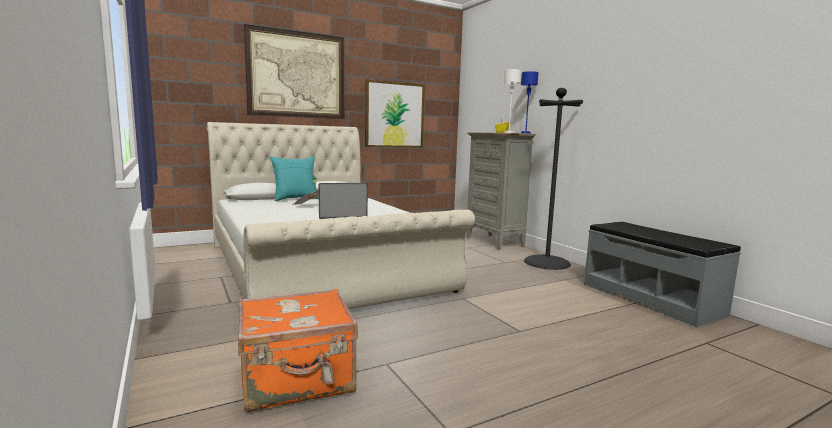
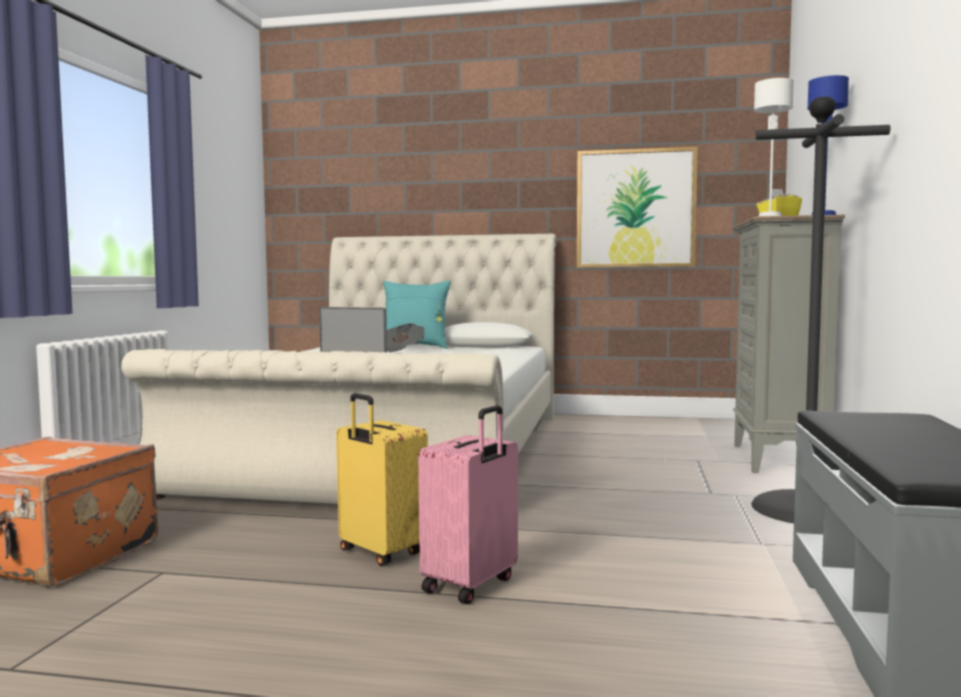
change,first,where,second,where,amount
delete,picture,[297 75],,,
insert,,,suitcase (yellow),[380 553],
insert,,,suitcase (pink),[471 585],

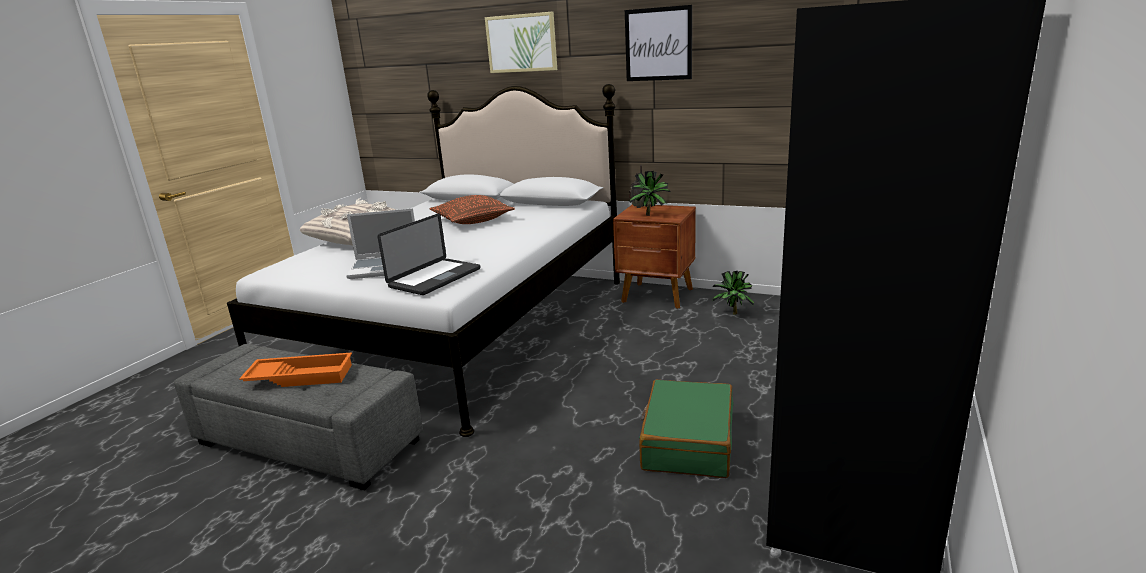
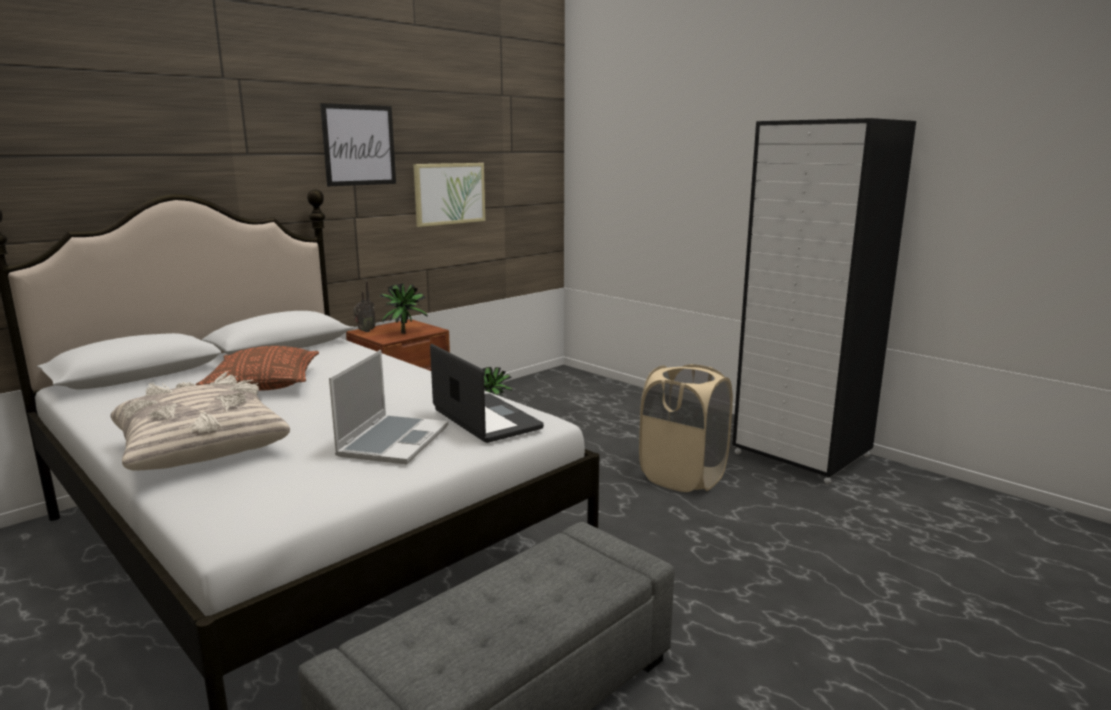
change,first,where,second,where,amount
delete,tray (orange),[301 376],,,
move,picture,[521 43],,[449 193],
replace,suitcase (green),[687 442],laundry basket (beige),[683 477],

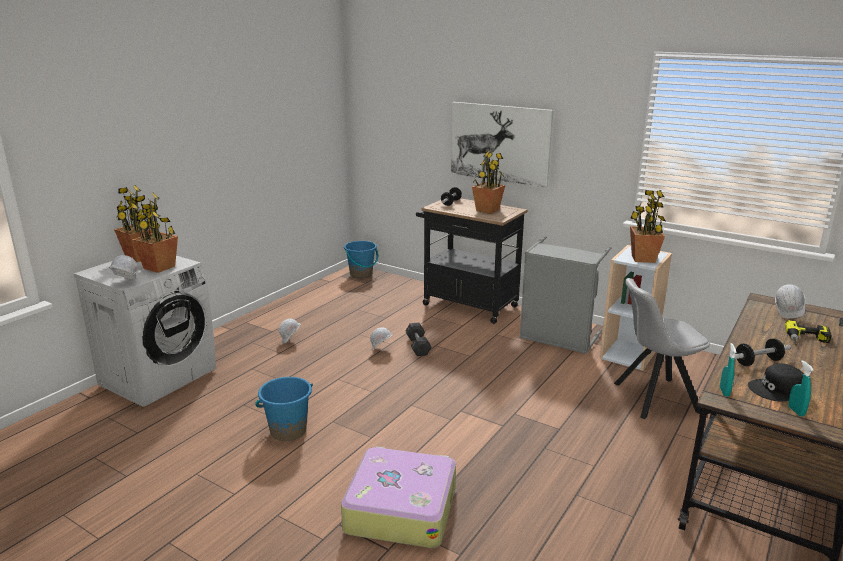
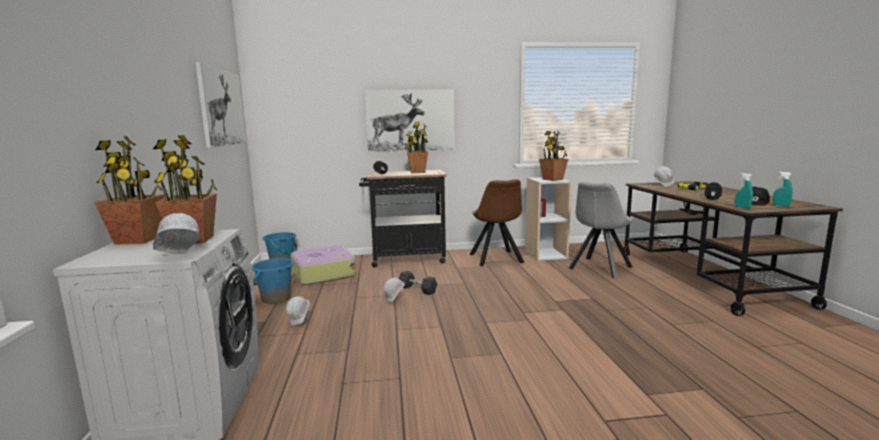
change,first,where,second,where,amount
move,bucket (blue),[288 431],,[275 298],
move,suitcase,[400 508],,[322 273],
replace,laundry basket (grey),[558 339],chair (brown),[496 259],
insert,,,picture,[221 107],

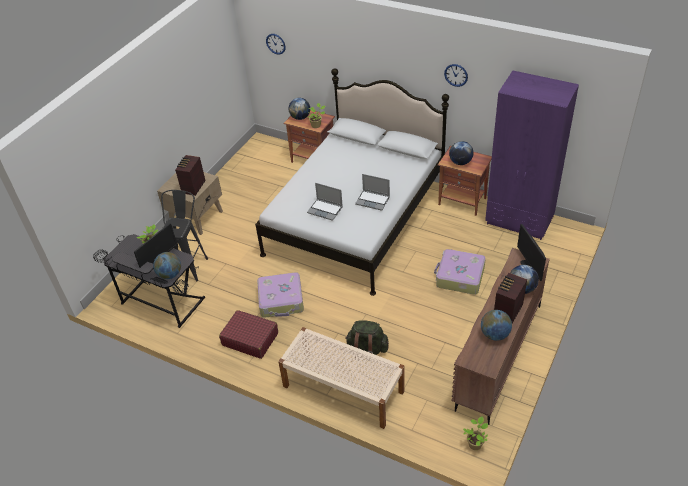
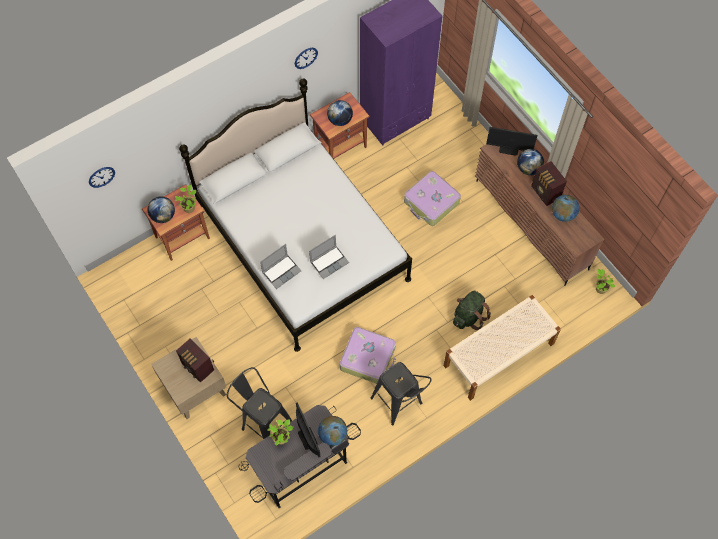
change,first,where,second,where,amount
replace,suitcase (red),[250 339],stool (black),[399 405],
move,laptop,[373 200],,[281 271],

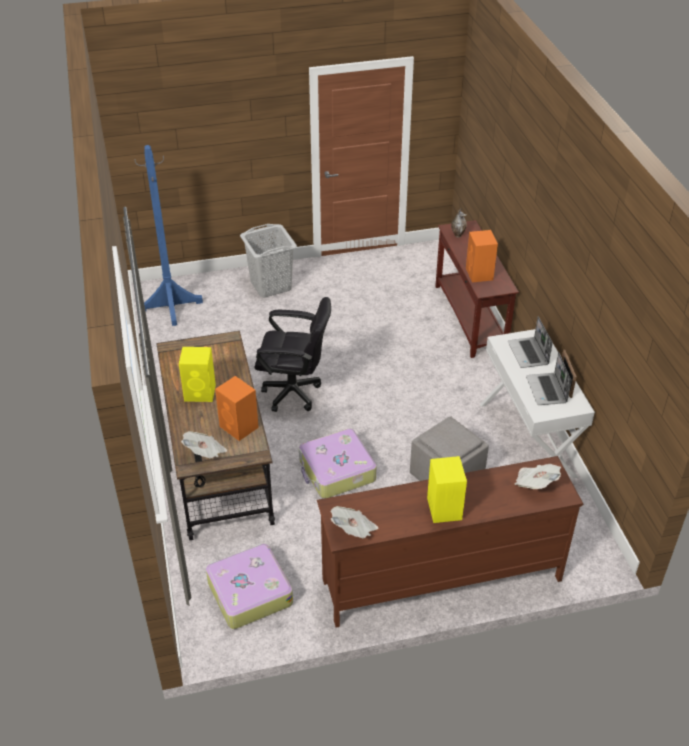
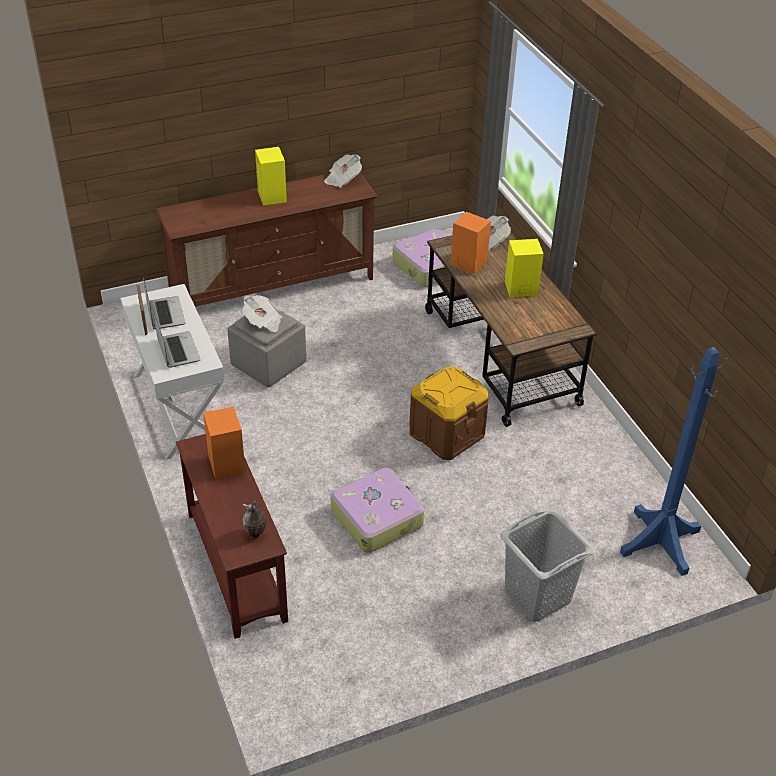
change,first,where,second,where,amount
replace,office chair (black),[295 393],storage box (brown),[446 434],
move,suitcase,[336 471],,[377 517],
move,newspaper,[535 483],,[263 322],

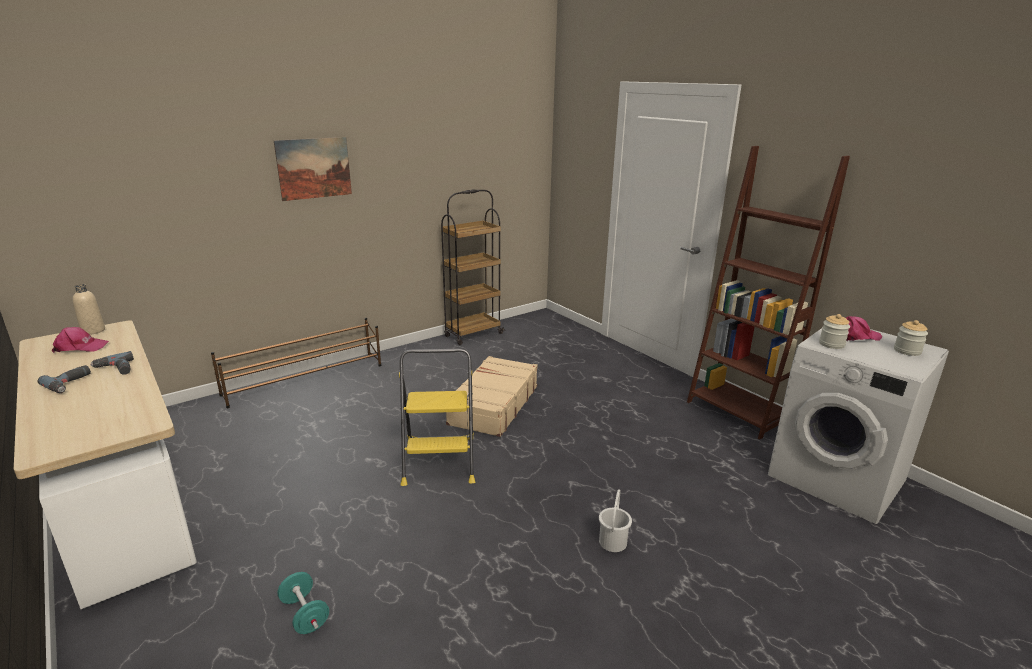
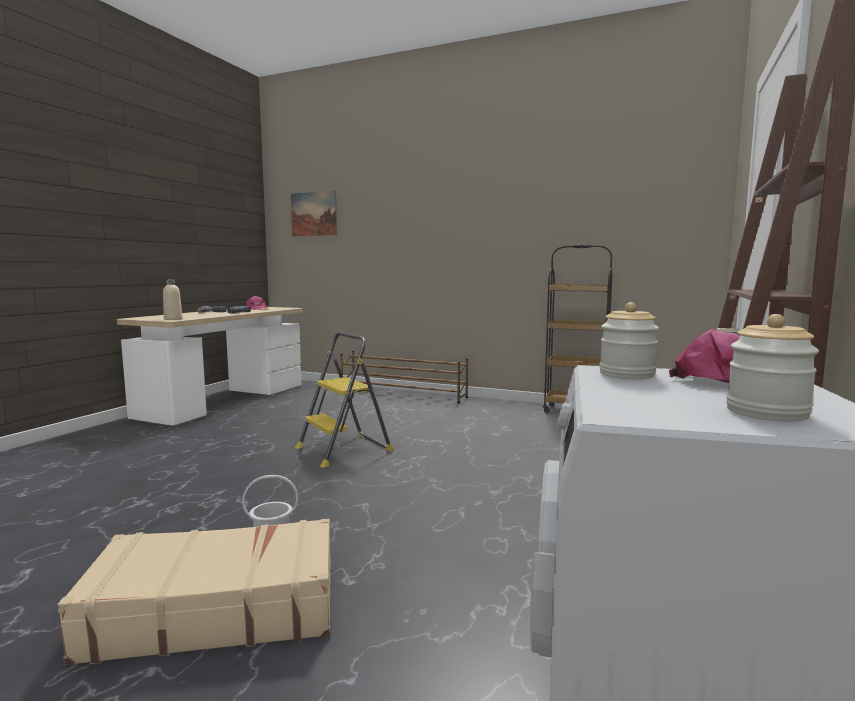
change,first,where,second,where,amount
move,bottle (beige),[93 331],,[173 319],
move,picture,[314 168],,[313 214],
delete,dumbbell (turquoise),[305 614],,,
move,suitcase (beige),[493 405],,[216 609],

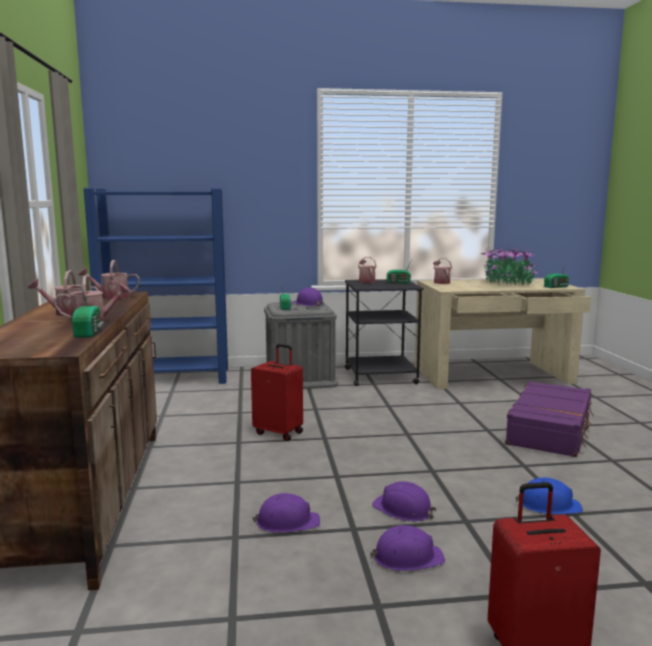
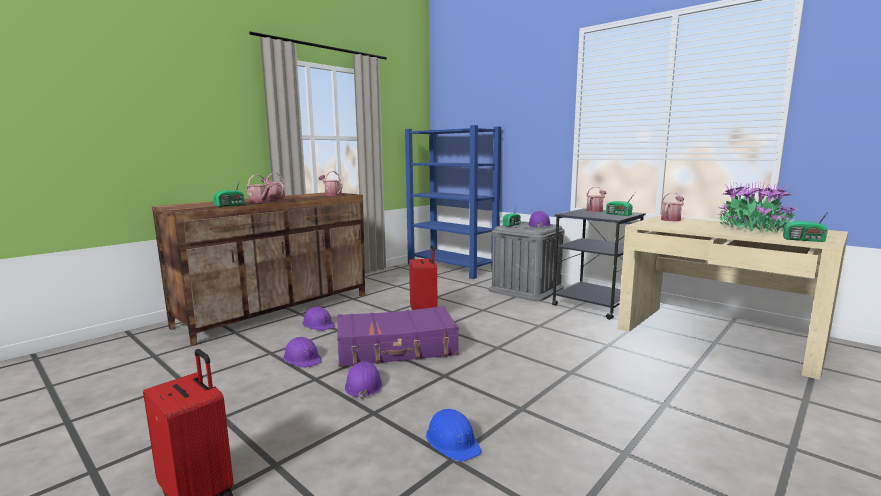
change,first,where,second,where,amount
move,hard hat (purple),[407 557],,[318 324],
move,suitcase (purple),[550 430],,[397 349],

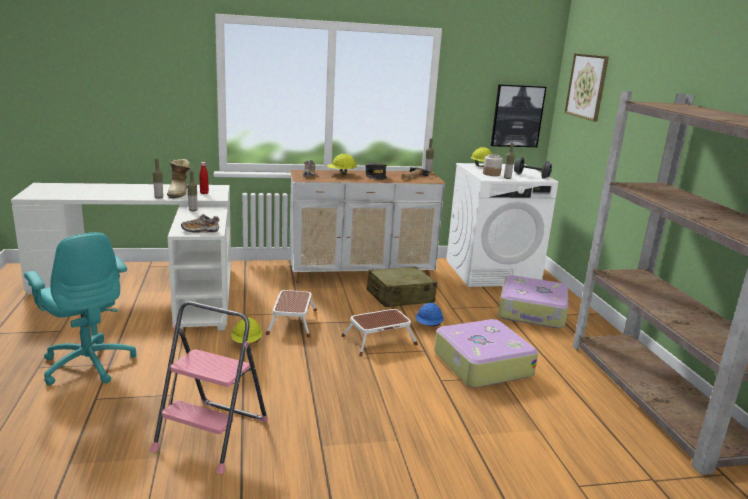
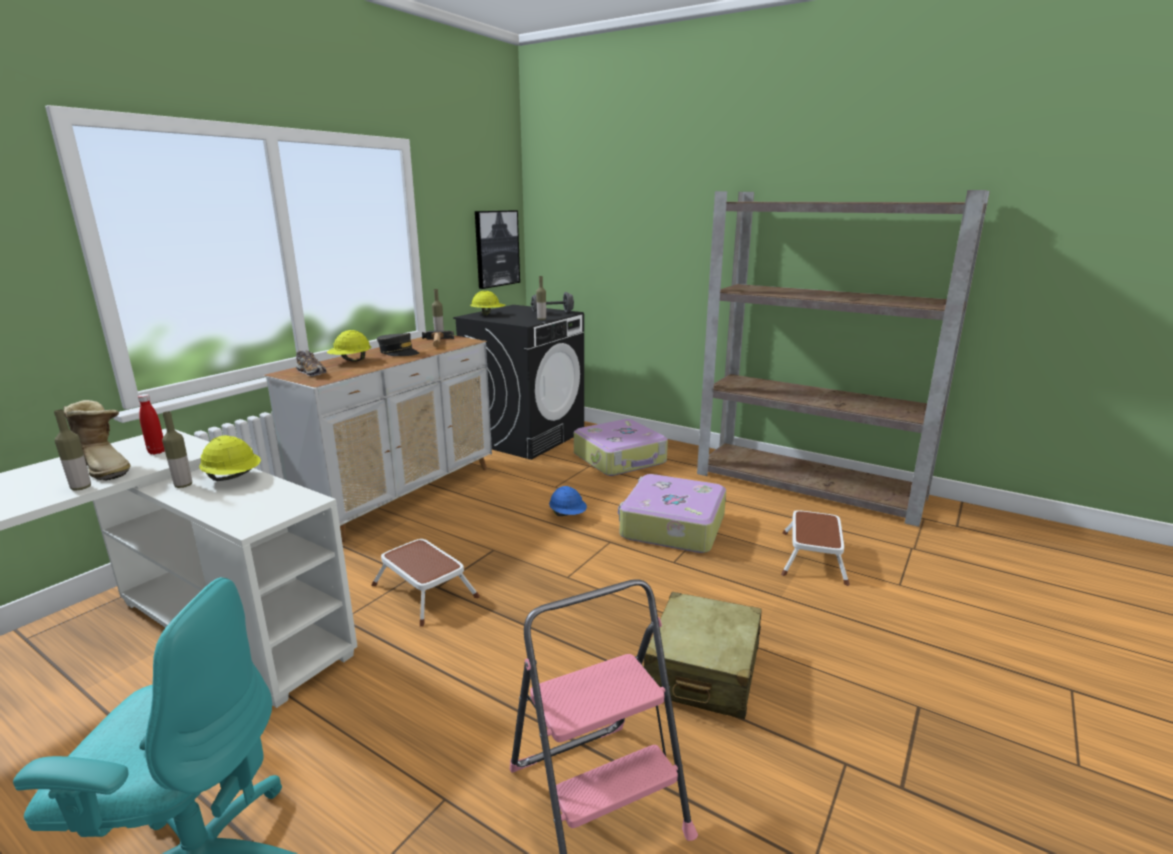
change,first,where,second,where,amount
delete,shoe,[200 231],,,
move,hard hat (yellow),[247 343],,[234 478],
move,step ladder (brown),[379 340],,[814 557],
move,suitcase (beige),[399 297],,[703 670],
recolor,washing machine (white),[492 272],washing machine (black),[525 436],
delete,jar,[491 174],,,
delete,picture,[587 86],,,

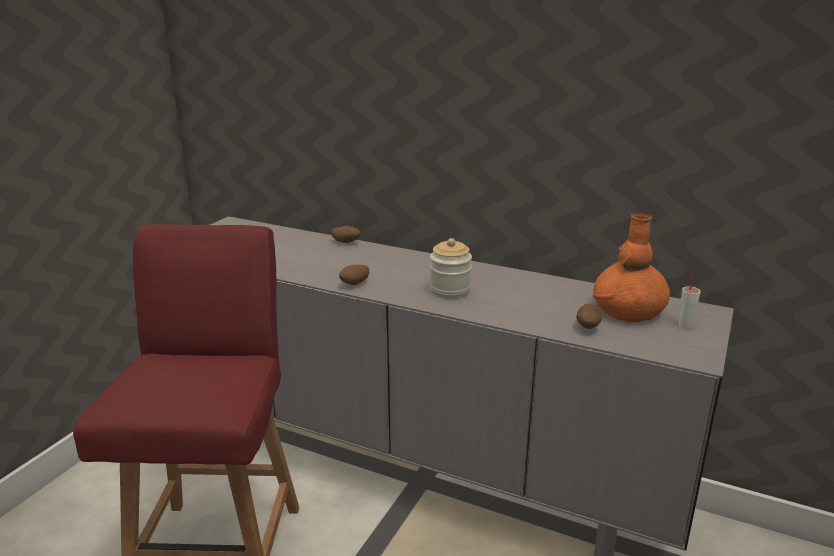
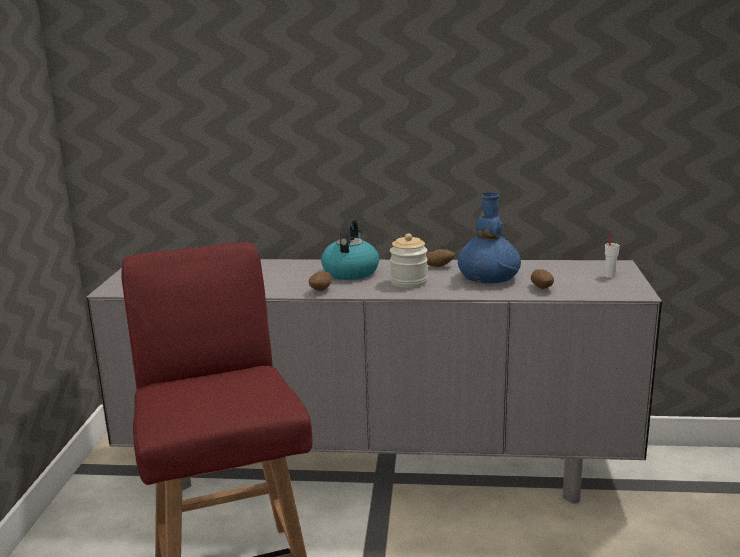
change,first,where,second,where,amount
move,potato,[346 243],,[438 266],
delete,vase (orange),[628 310],,,
insert,,,kettle,[350 272],
insert,,,vase (blue),[488 278],

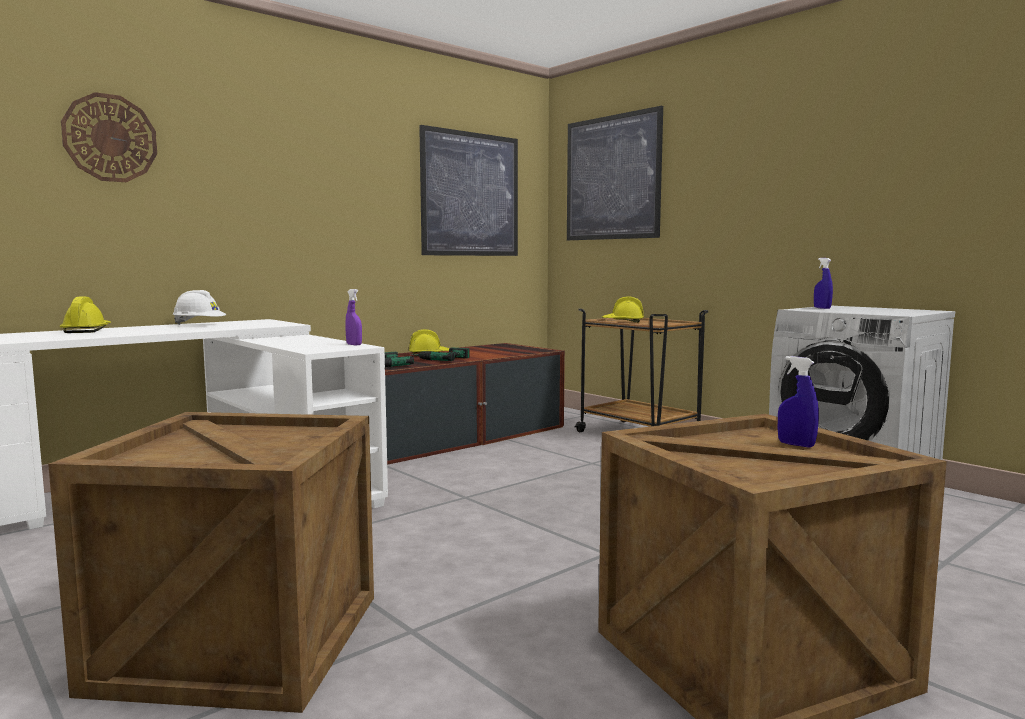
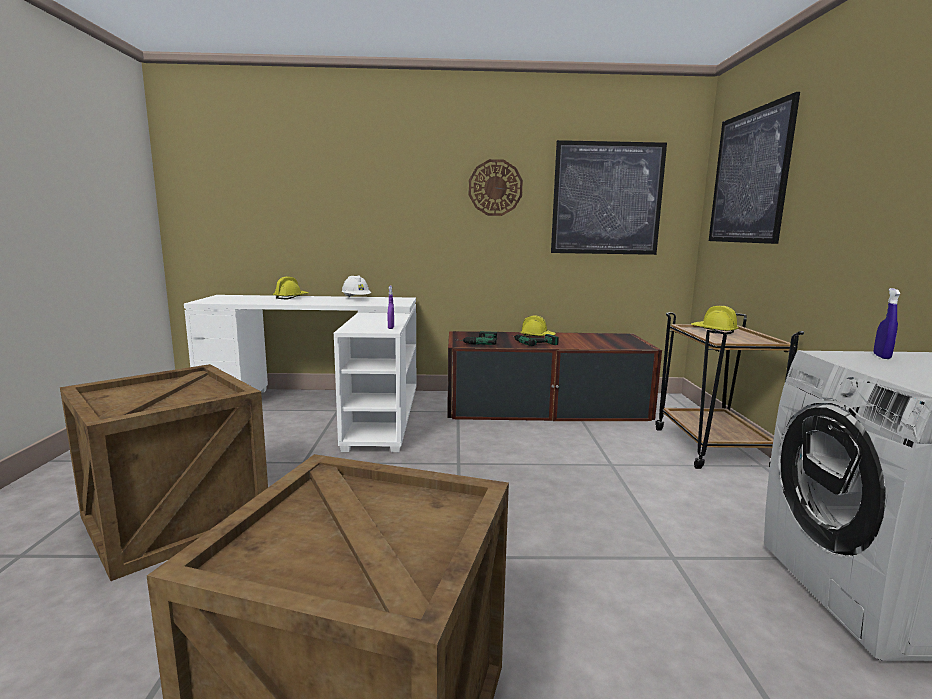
change,first,where,second,where,amount
move,wall clock,[110 138],,[495 188],
delete,spray bottle (blue),[796 444],,,

